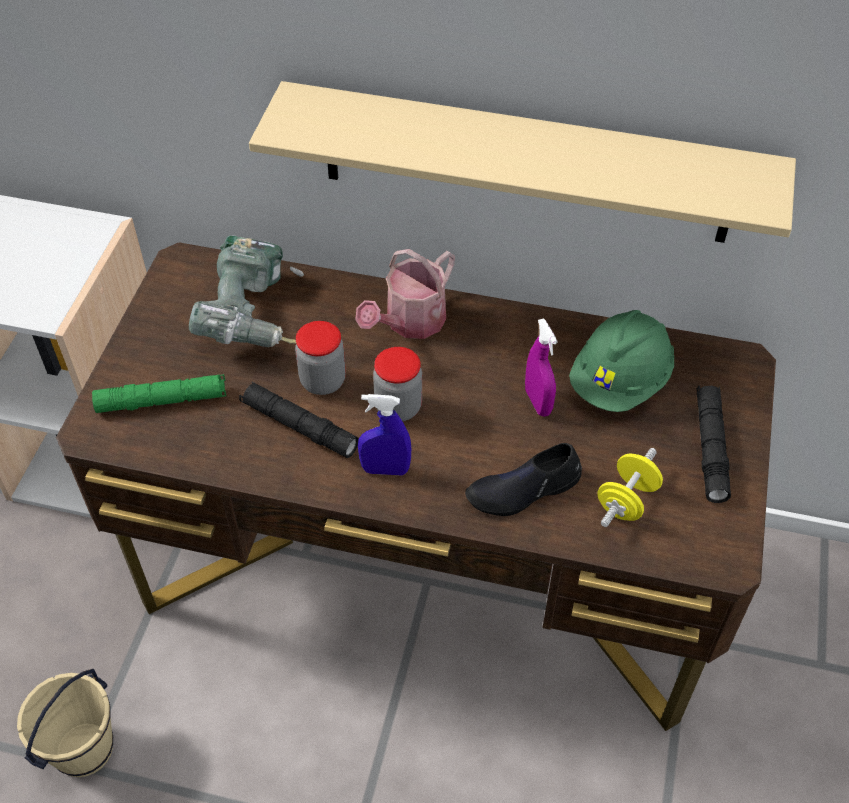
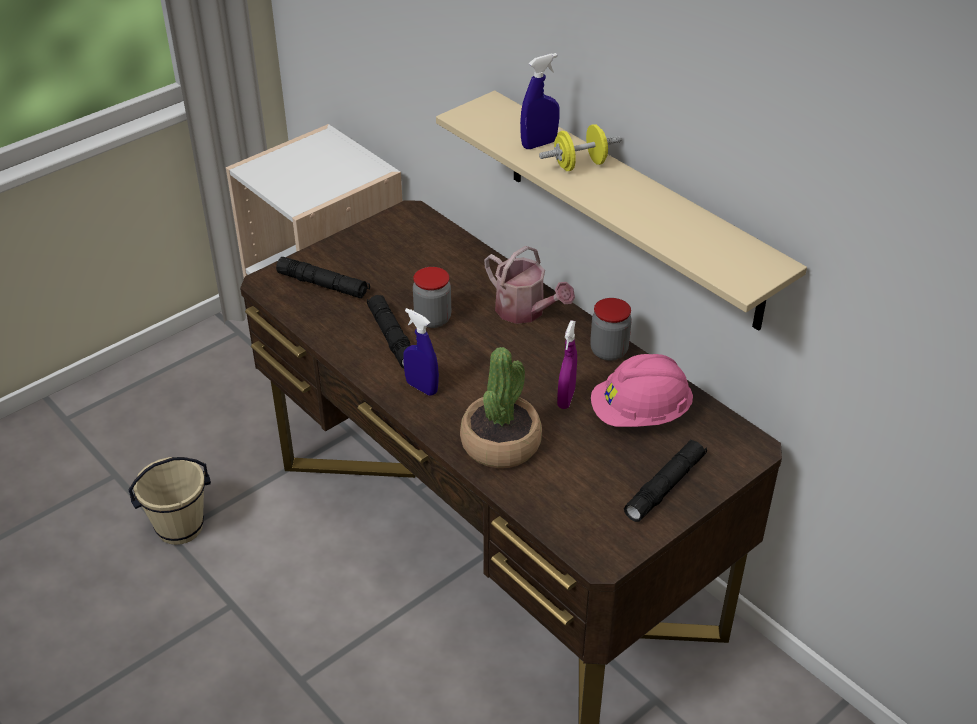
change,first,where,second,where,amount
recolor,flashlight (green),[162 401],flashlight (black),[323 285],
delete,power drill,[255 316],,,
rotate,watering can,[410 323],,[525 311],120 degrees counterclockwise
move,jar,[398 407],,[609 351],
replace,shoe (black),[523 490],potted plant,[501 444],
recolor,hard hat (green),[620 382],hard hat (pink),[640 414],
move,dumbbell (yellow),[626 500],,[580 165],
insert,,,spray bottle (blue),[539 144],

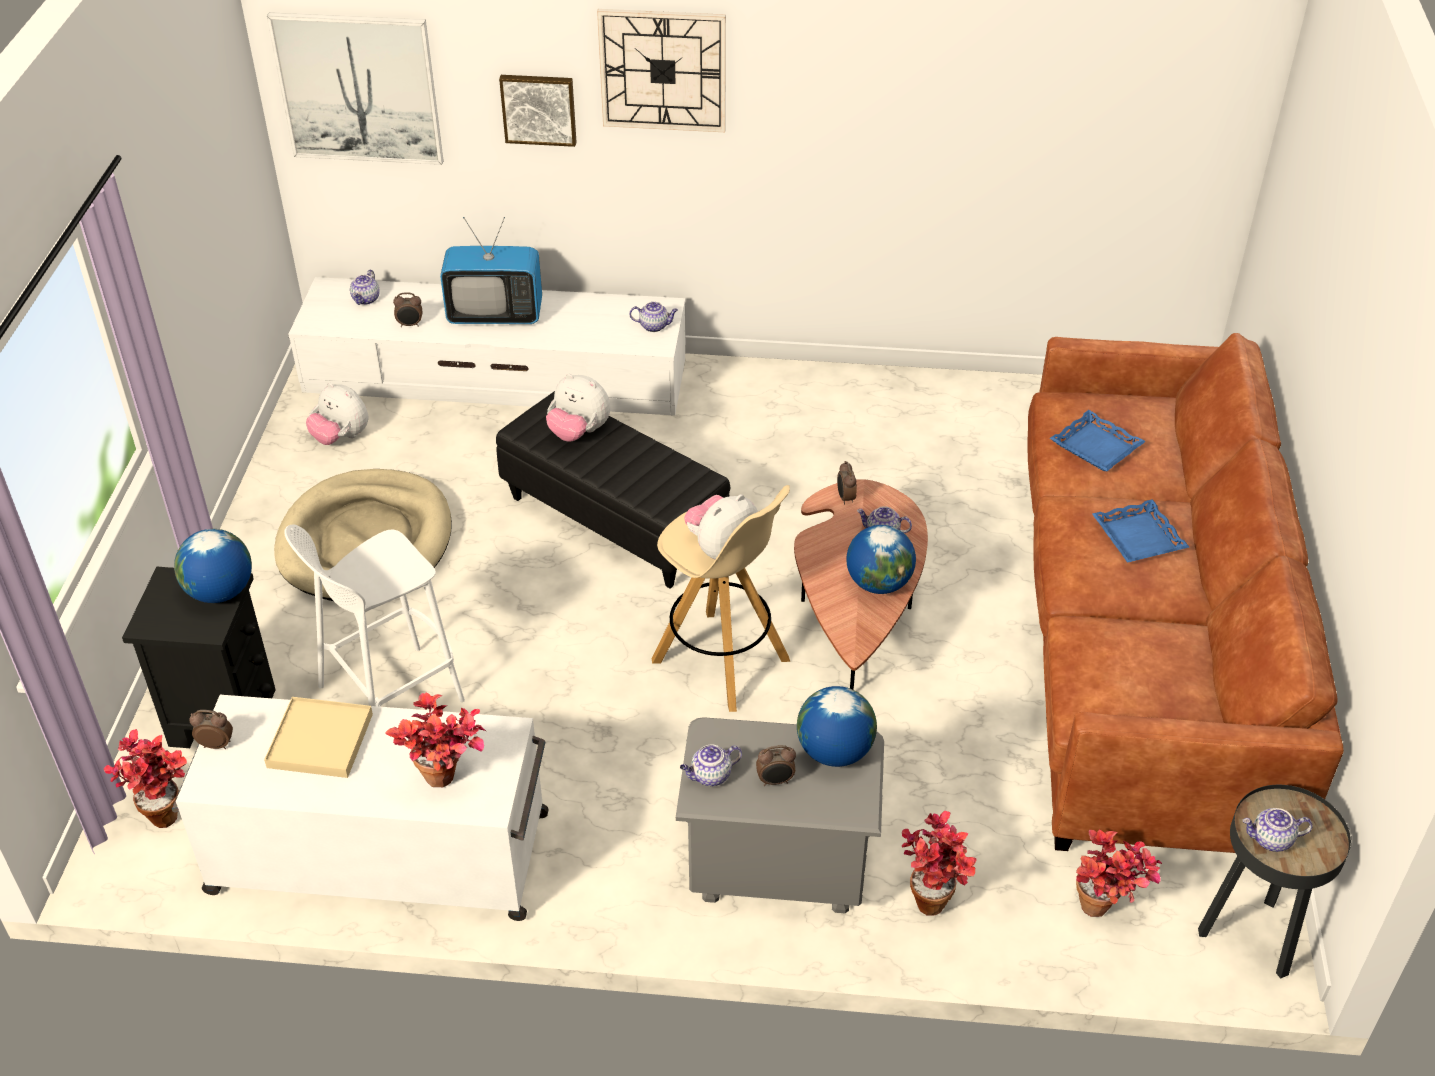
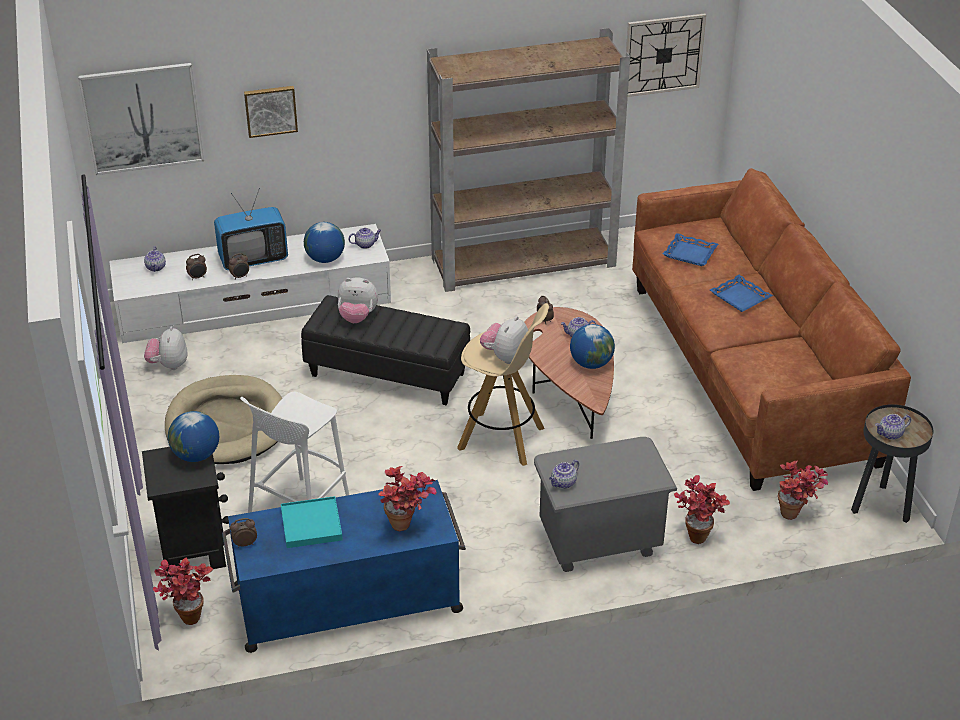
change,first,where,second,where,amount
recolor,cabinet (white),[378 852],cabinet (blue),[346 600],
recolor,tray (beige),[320 740],tray (turquoise),[311 524],
rotate,plush toy,[341 437],,[168 365],75 degrees clockwise
move,wall clock,[663 70],,[663 55],
move,alarm clock,[775 781],,[240 277],
move,globe,[834 751],,[325 259],
insert,,,bookcase (brown),[523 262],

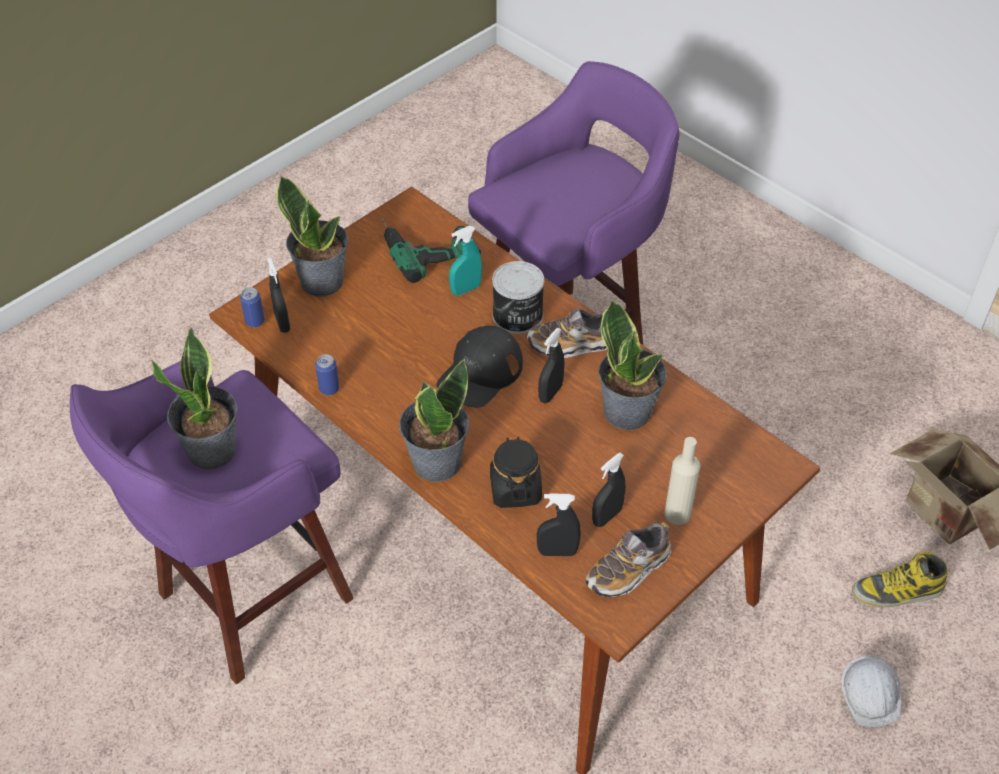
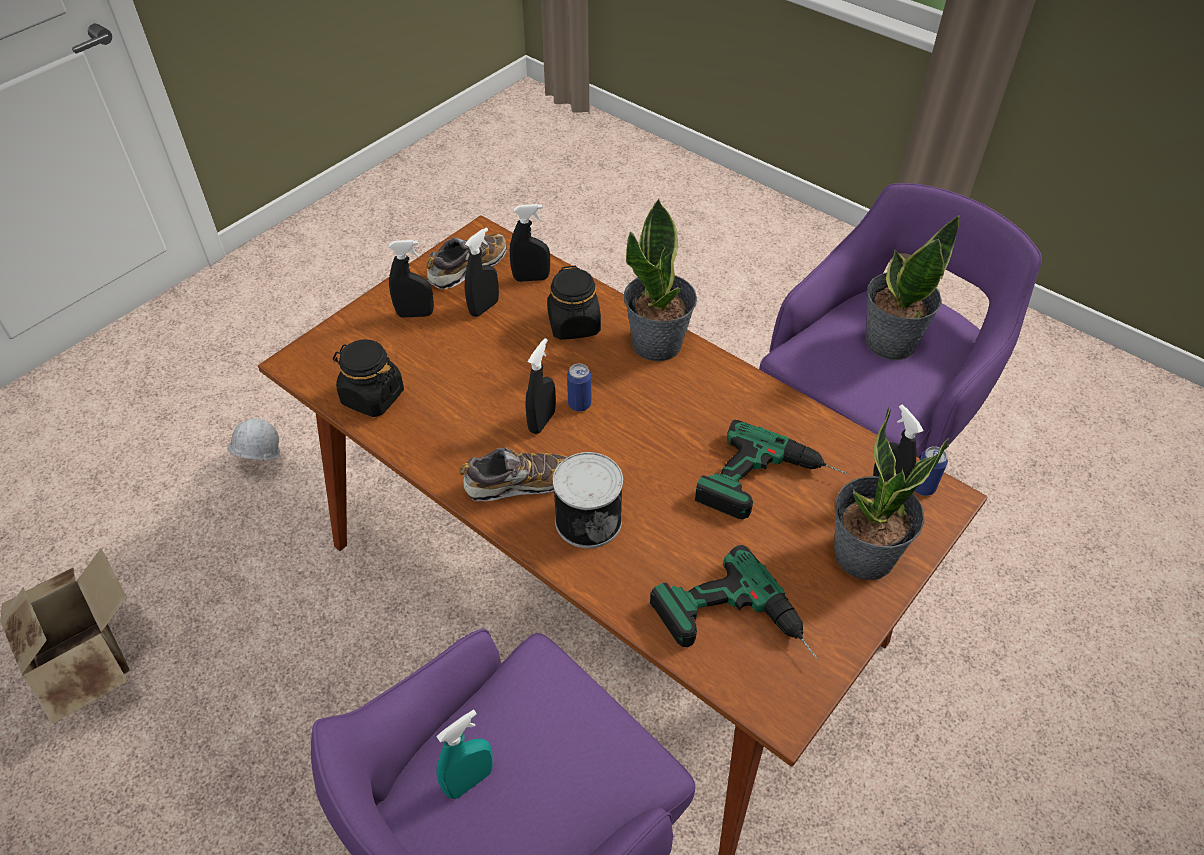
change,first,where,second,where,amount
move,can,[329 389],,[579 404],
delete,cap (black),[480 373],,,
move,spray bottle (turquoise),[465 289],,[469 781],
delete,potted plant,[628 411],,,
replace,bottle (beige),[677 513],spray bottle (black),[415 314],
delete,boot,[897 591],,,
insert,,,jar (black),[372 397],
insert,,,power drill,[771 485],

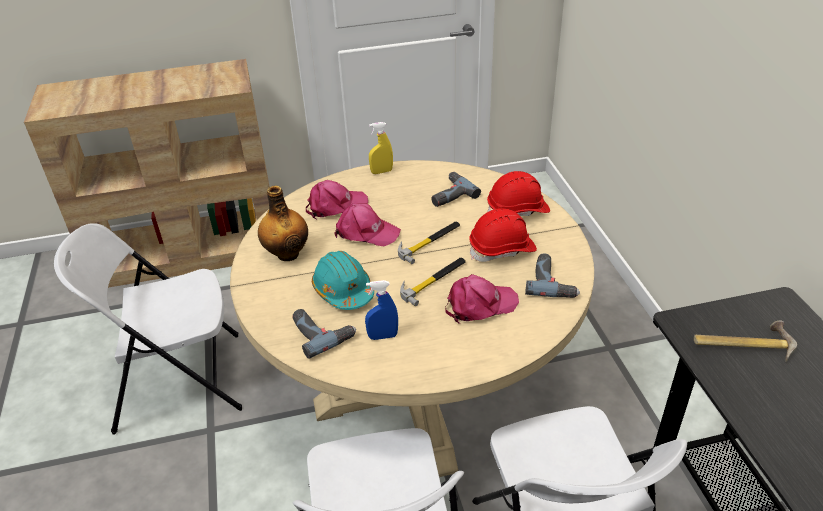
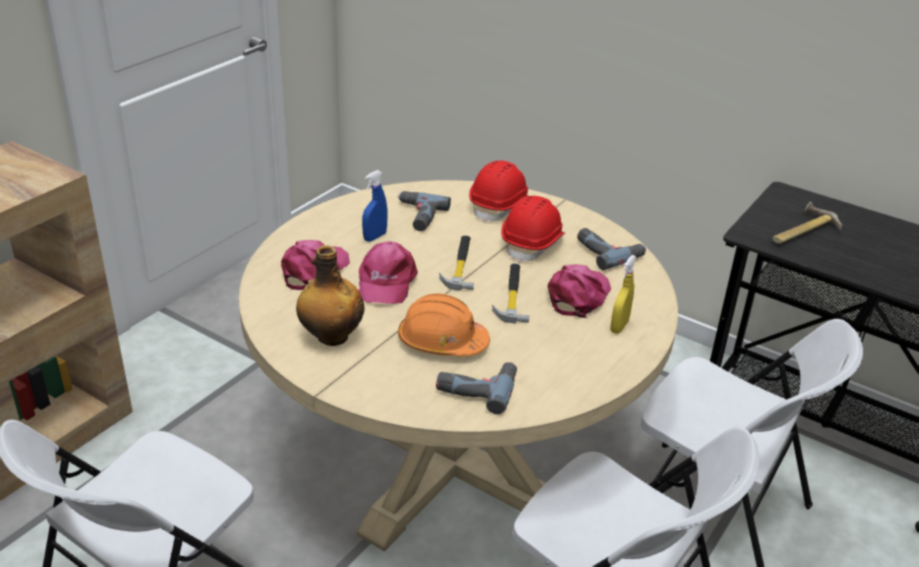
change,first,where,second,where,amount
recolor,hard hat (turquoise),[343 290],hard hat (orange),[442 342],
rotate,cap (pink),[366 232],,[386 282],120 degrees clockwise
move,spray bottle (blue),[383 336],,[375 237],
move,spray bottle (yellow),[381 171],,[619 326],

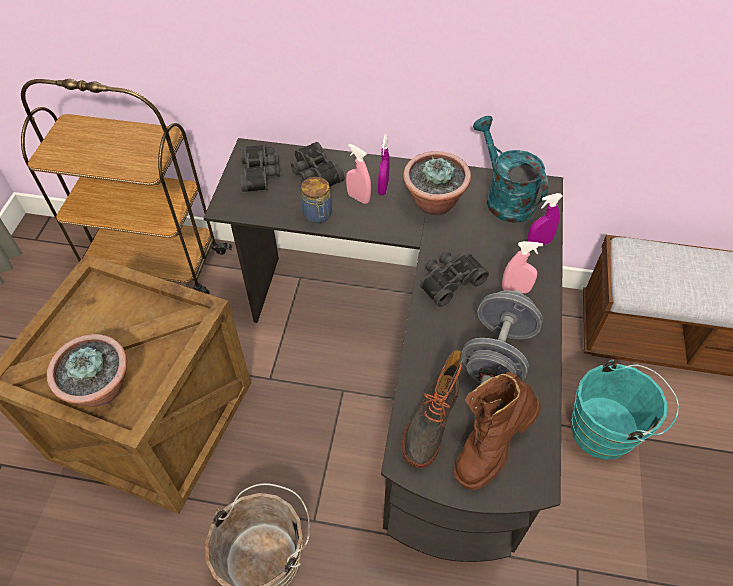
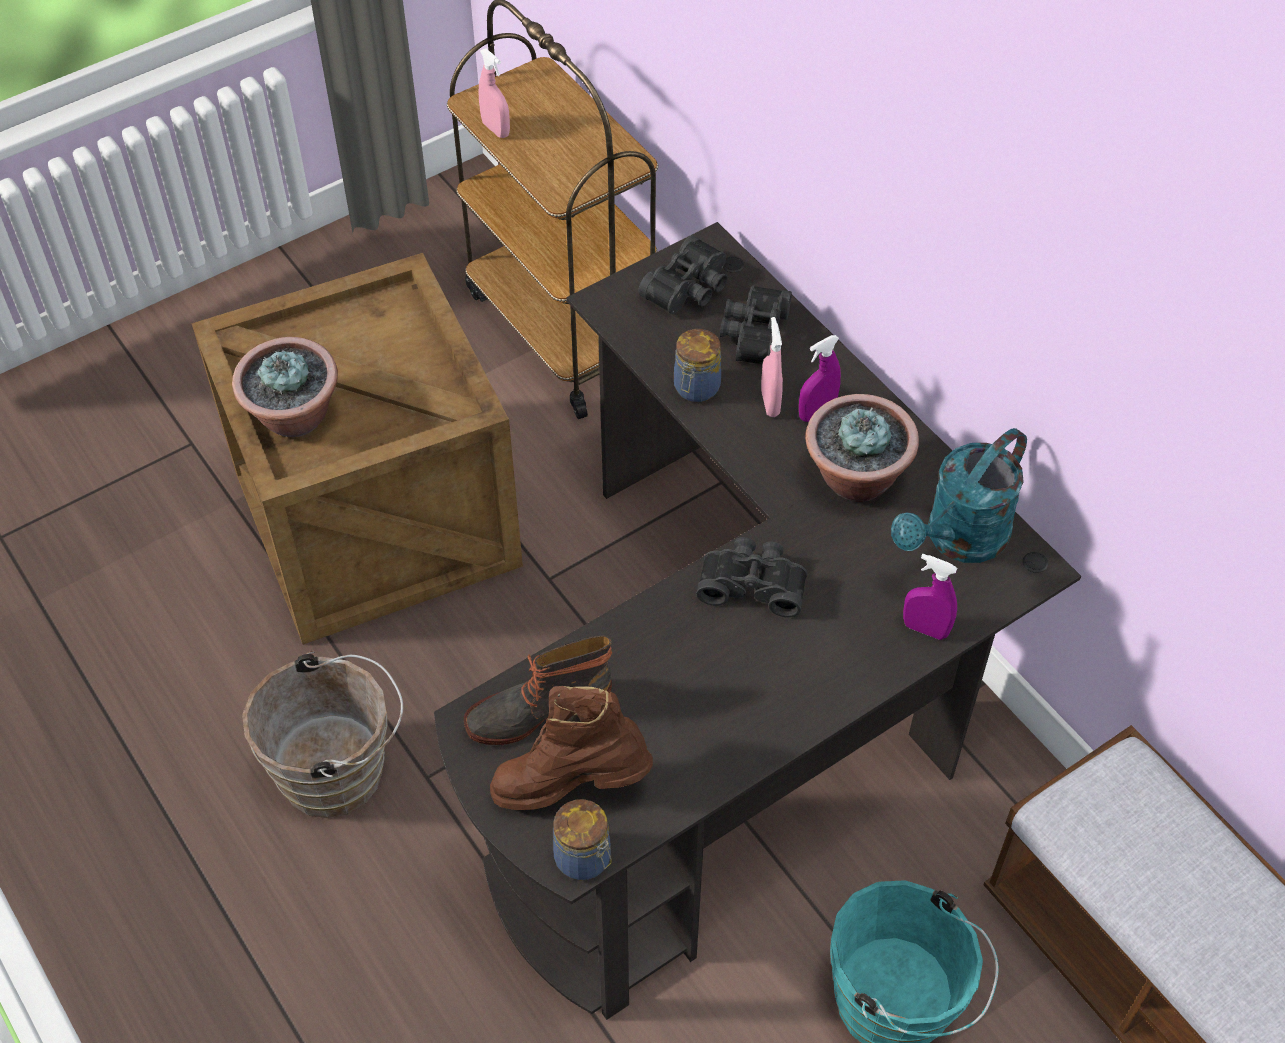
change,first,where,second,where,amount
delete,dumbbell (grey),[497 355],,,
rotate,watering can (turquoise),[503 198],,[958 540],150 degrees counterclockwise
move,spray bottle (pink),[515 289],,[496 129],
insert,,,jar,[584 859],

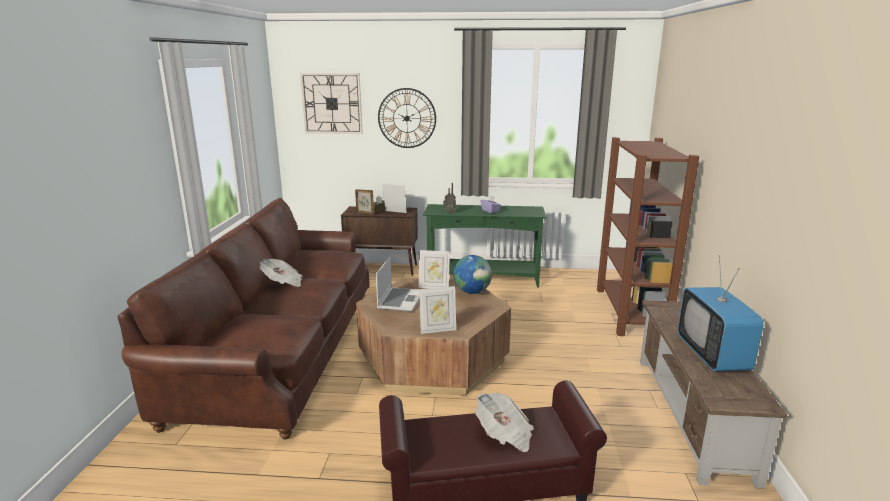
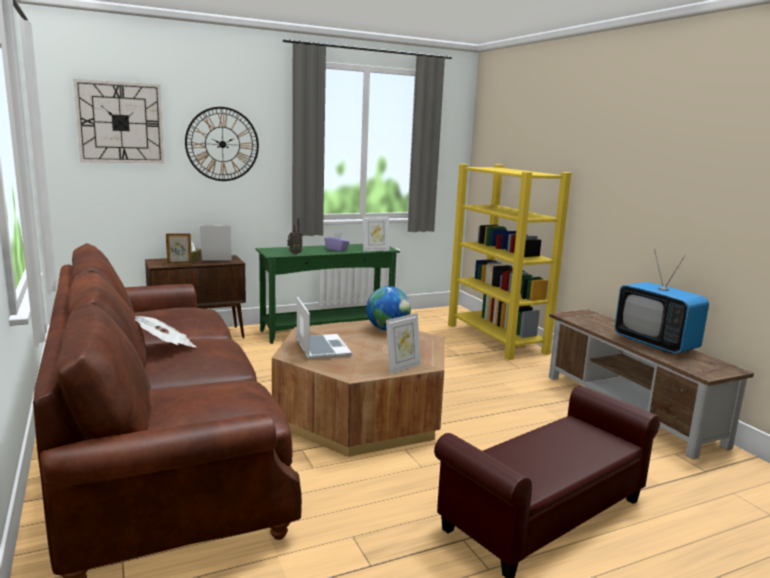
change,first,where,second,where,amount
move,picture frame,[434 287],,[375 250],
delete,newspaper,[504 435],,,
recolor,bookcase (brown),[630 311],bookcase (yellow),[496 338],

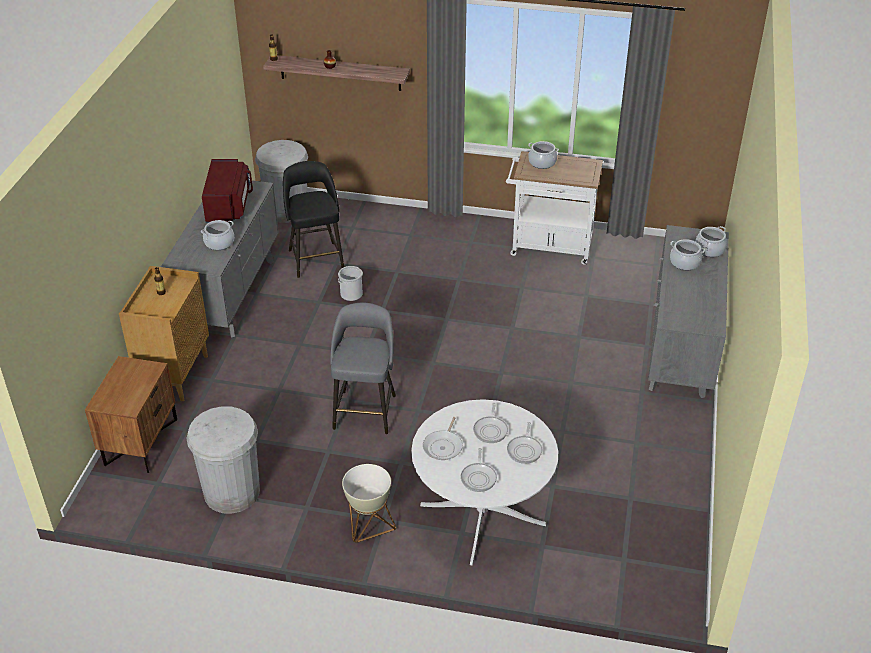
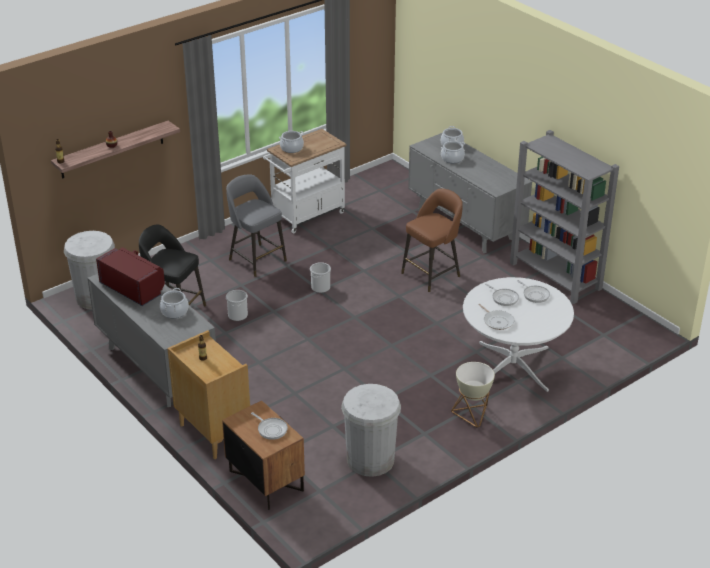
change,first,where,second,where,amount
move,stool (grey),[365 410],,[256 259],
move,frying pan,[478 477],,[271 429],
insert,,,bucket,[320 287],
insert,,,stool (brown),[432 274],
insert,,,bookcase (grey),[555 276],

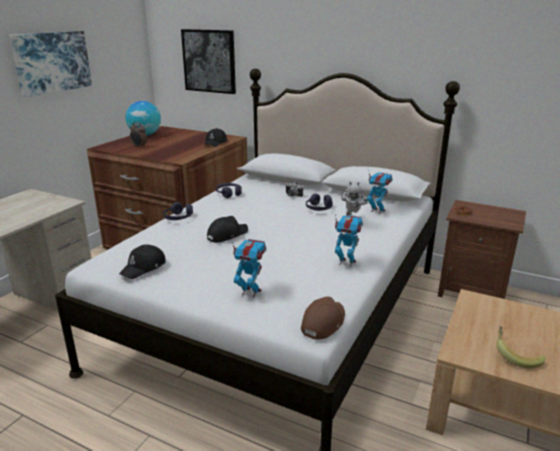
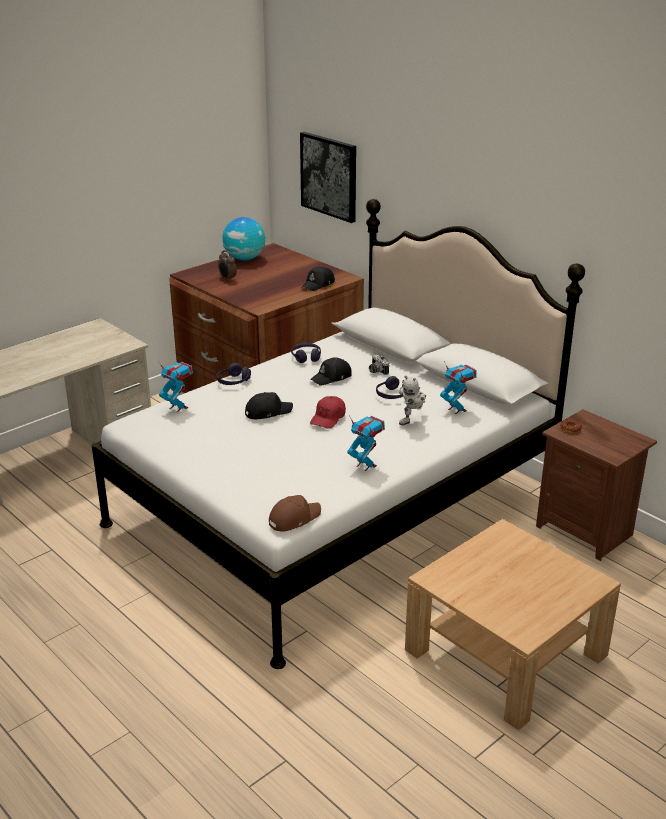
change,first,where,second,where,amount
delete,picture,[52 62],,,
move,cap (black),[144 268],,[332 377],
move,toy robot,[250 292],,[178 407],
delete,banana,[515 356],,,
insert,,,cap (red),[328 418],

